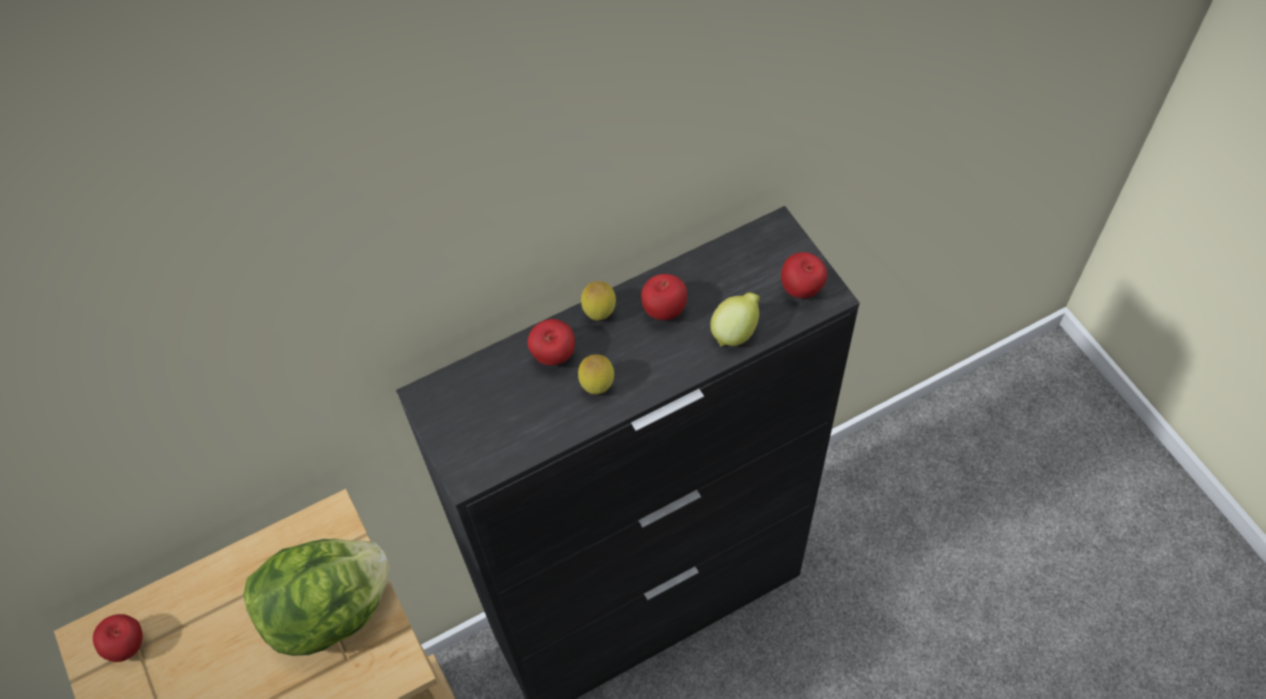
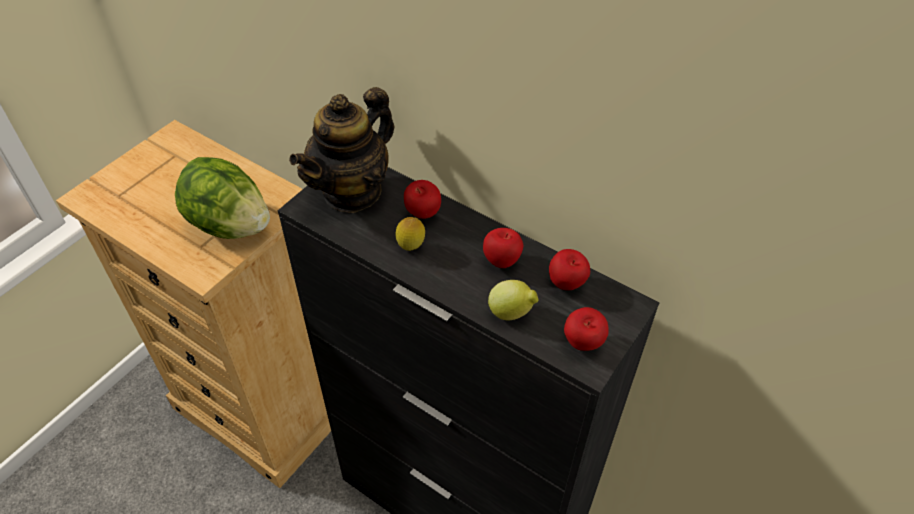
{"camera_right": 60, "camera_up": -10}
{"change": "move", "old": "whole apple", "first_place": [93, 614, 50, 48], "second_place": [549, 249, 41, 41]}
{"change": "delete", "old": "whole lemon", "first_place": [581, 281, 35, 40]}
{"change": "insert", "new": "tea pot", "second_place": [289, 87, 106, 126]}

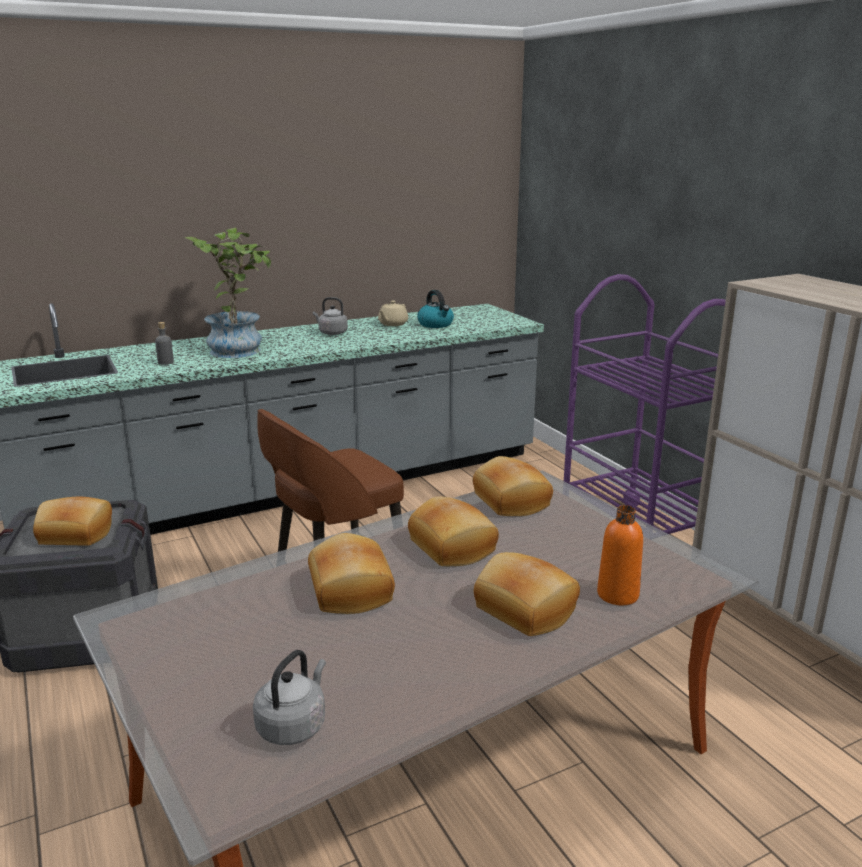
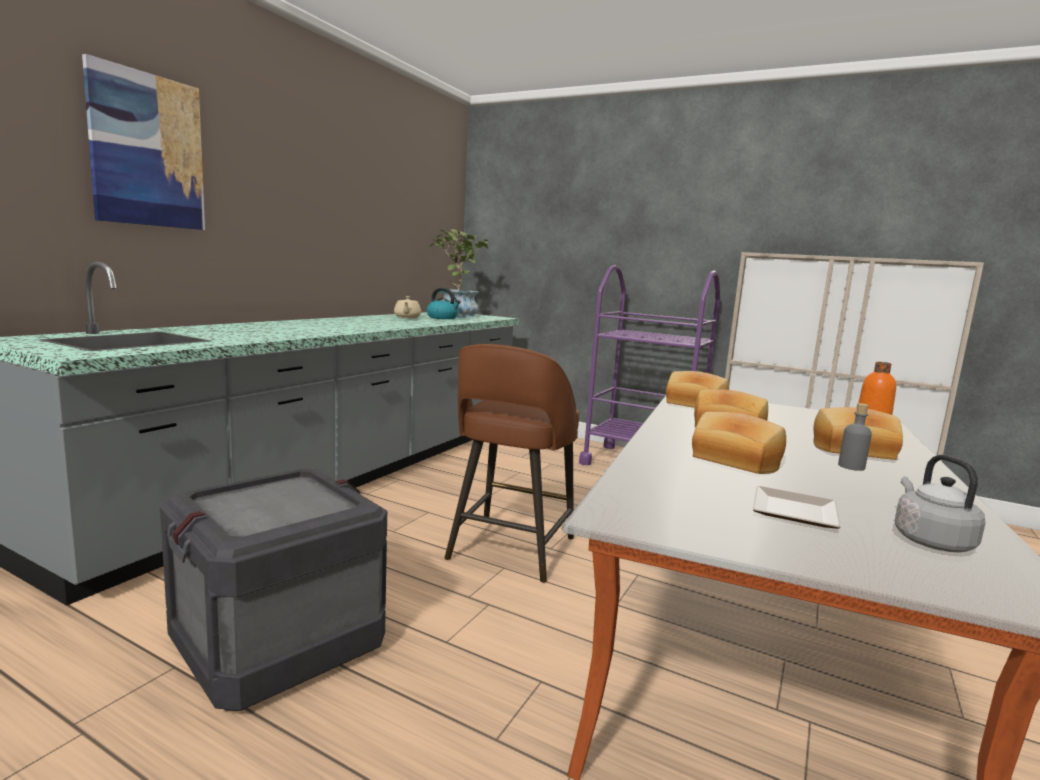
{"camera_right": -35, "camera_up": -10}
{"change": "delete", "old": "bakery bread", "first_place": [33, 496, 79, 50]}
{"change": "move", "old": "bottle (grey)", "first_place": [155, 322, 19, 43], "second_place": [838, 403, 34, 68]}
{"change": "move", "old": "plant in a pot", "first_place": [185, 227, 86, 131], "second_place": [429, 229, 60, 88]}
{"change": "delete", "old": "kettle (grey)", "first_place": [313, 297, 35, 38]}
{"change": "insert", "new": "picture", "second_place": [82, 54, 123, 176]}
{"change": "insert", "new": "flat dish", "second_place": [753, 486, 88, 43]}

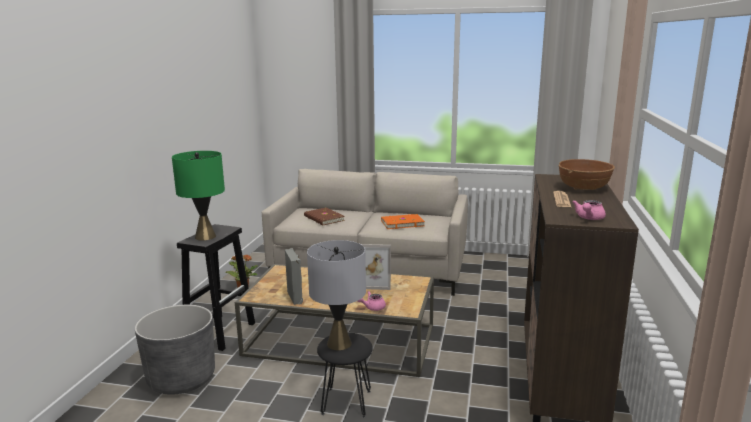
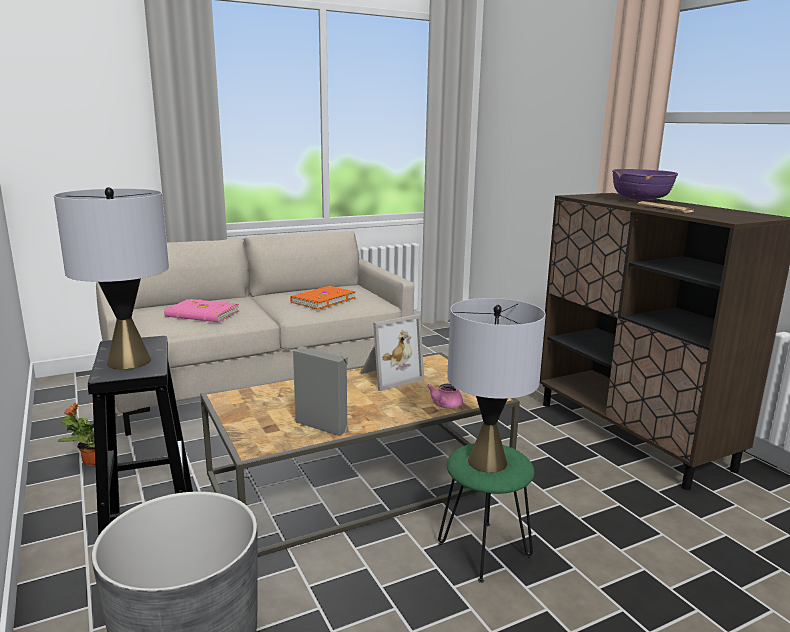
{"camera_right": -40, "camera_up": 0}
{"change": "recolor", "old": "table lamp (green)", "new": "table lamp (grey)", "first_place": [172, 151, 53, 89], "second_place": [54, 187, 115, 182]}
{"change": "recolor", "old": "volume (brown-coloured)", "new": "volume (pinkish)", "first_place": [304, 208, 41, 17], "second_place": [164, 299, 75, 23]}
{"change": "recolor", "old": "sitting stool (black-coloured)", "new": "sitting stool (green)", "first_place": [317, 332, 56, 86], "second_place": [438, 443, 96, 140]}
{"change": "recolor", "old": "bowl (brown-coloured)", "new": "bowl (purple-coloured)", "first_place": [559, 159, 56, 31], "second_place": [612, 169, 66, 33]}
{"change": "delete", "old": "tea pot (pinkish)", "first_place": [572, 200, 34, 20]}

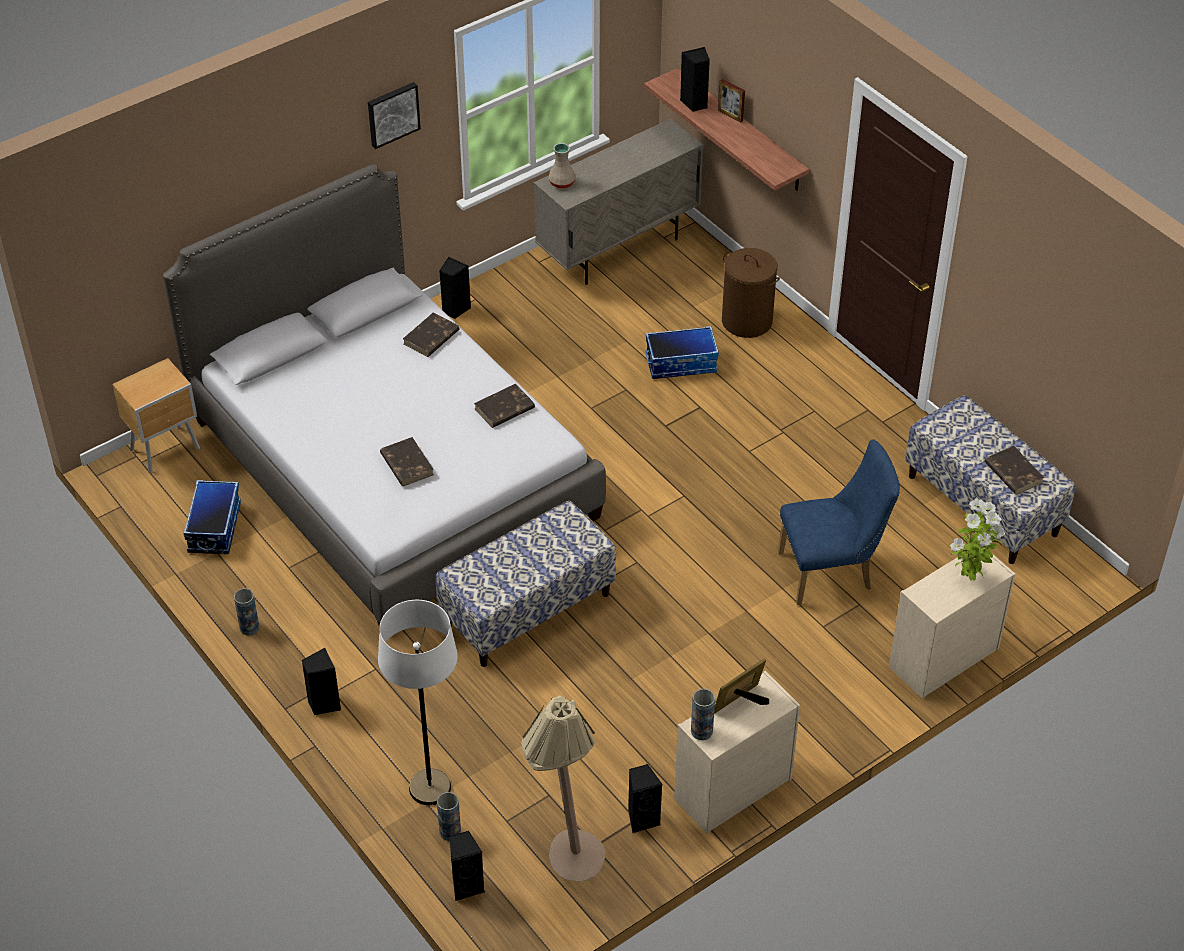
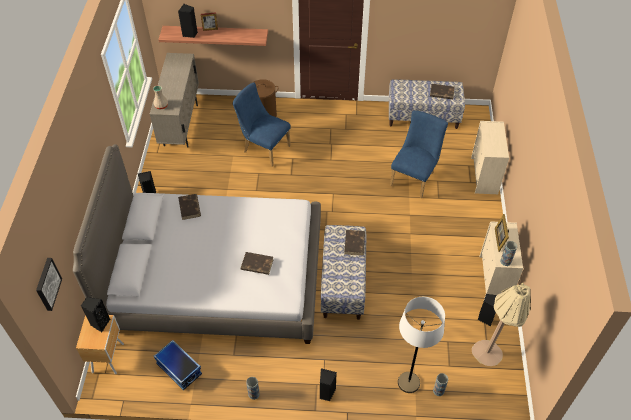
{"camera_right": -50, "camera_up": 5}
{"change": "move", "old": "picture", "first_place": [368, 82, 53, 67], "second_place": [36, 258, 26, 53]}
{"change": "move", "old": "loudspeaker (black-coloured)", "first_place": [449, 831, 36, 70], "second_place": [81, 297, 29, 35]}
{"change": "move", "old": "volume (brown-coloured)", "first_place": [474, 384, 61, 44], "second_place": [344, 230, 21, 26]}
{"change": "replace", "old": "storage box", "new": "upright chair (bluish)", "first_place": [646, 326, 73, 53], "second_place": [233, 82, 58, 85]}
{"change": "delete", "old": "plant in a pot", "first_place": [950, 498, 55, 83]}

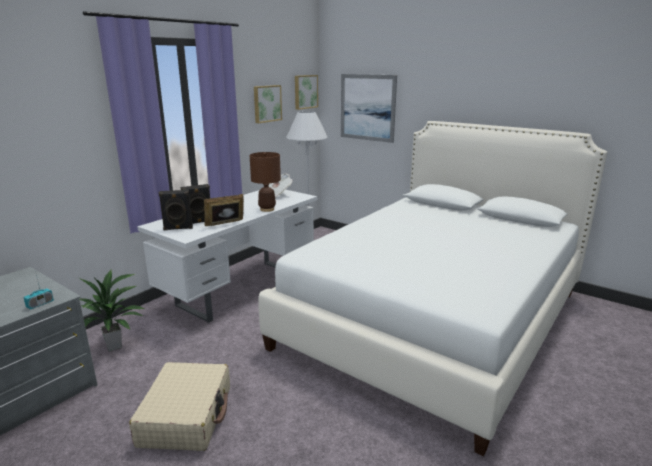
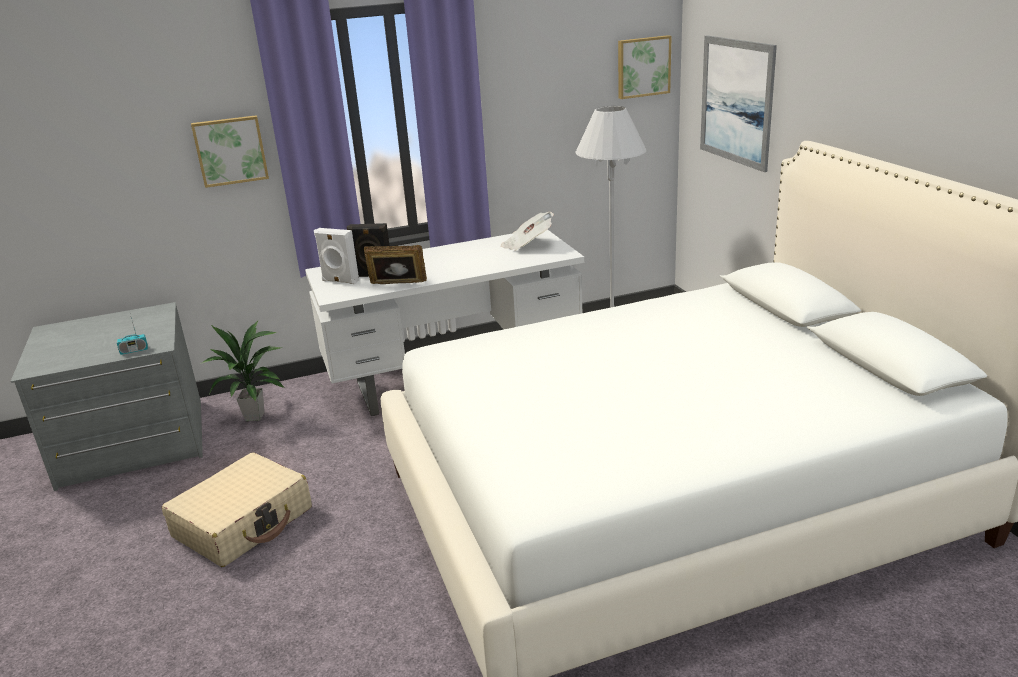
{"camera_right": 35, "camera_up": 5}
{"change": "recolor", "old": "loudspeaker (black-coloured)", "new": "loudspeaker (white)", "first_place": [159, 190, 34, 40], "second_place": [314, 228, 45, 56]}
{"change": "delete", "old": "table lamp (brown-coloured)", "first_place": [250, 152, 31, 60]}
{"change": "move", "old": "picture", "first_place": [254, 85, 28, 38], "second_place": [191, 115, 78, 73]}

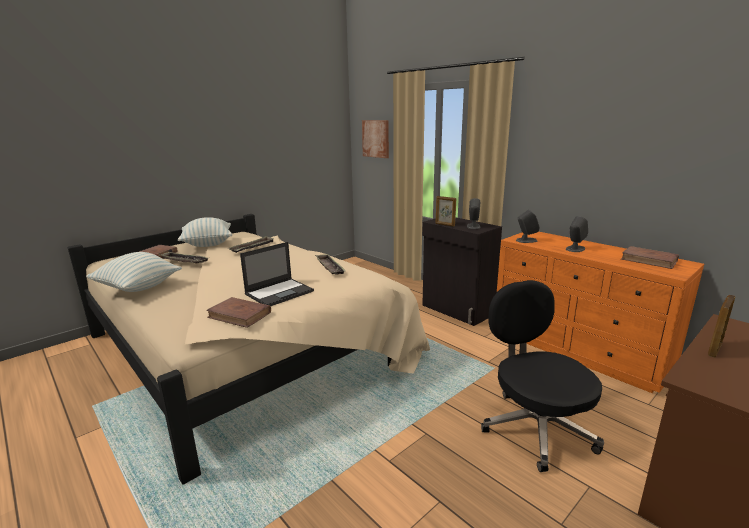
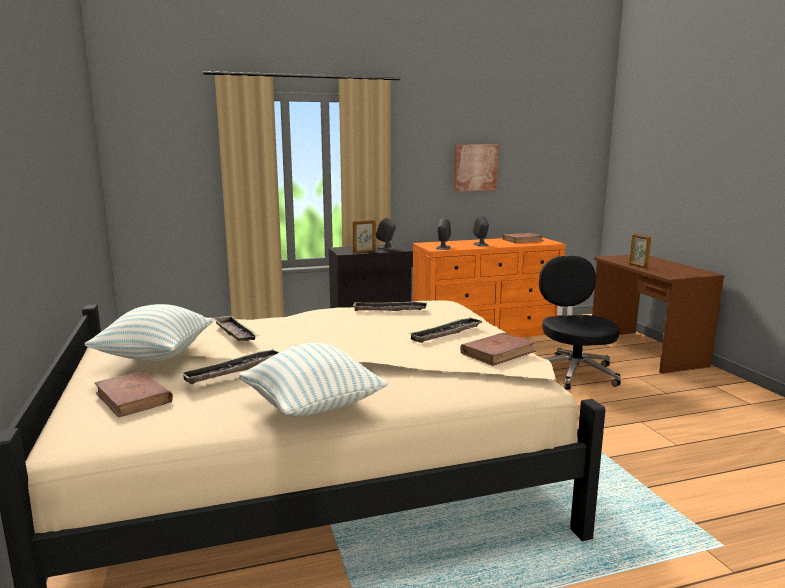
{"camera_right": -65, "camera_up": -5}
{"change": "replace", "old": "portable computer", "new": "serving tray", "first_place": [240, 242, 74, 64], "second_place": [408, 317, 76, 26]}
{"change": "move", "old": "picture", "first_place": [362, 120, 27, 38], "second_place": [454, 144, 45, 47]}
{"change": "rotate", "old": "desk chair (black-coloured)", "first_place": [481, 280, 123, 192], "second_place": [539, 256, 82, 134], "degrees": 75}

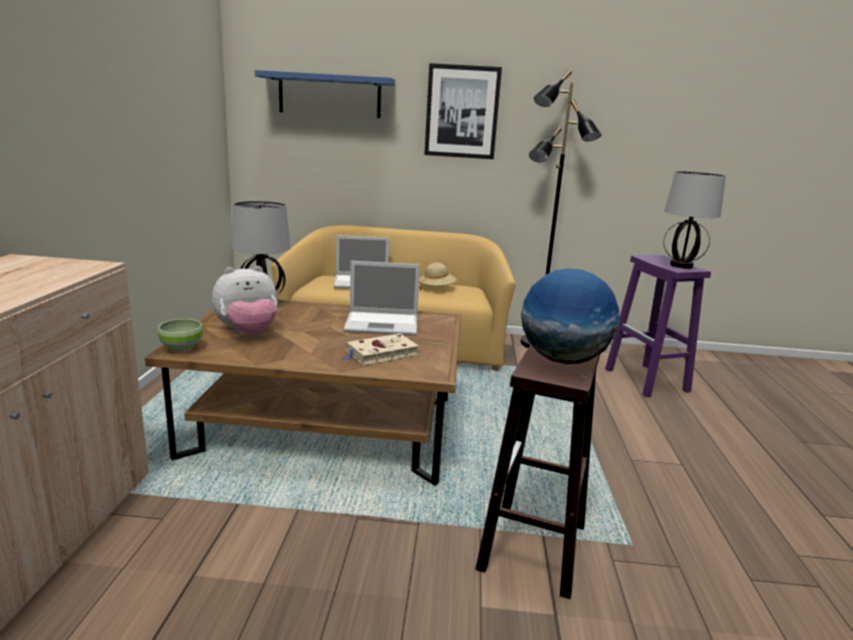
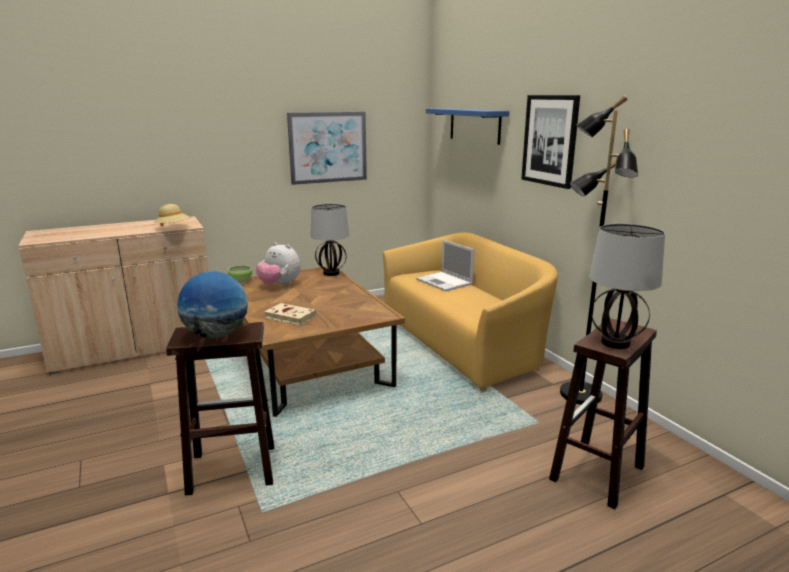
{"camera_right": 60, "camera_up": 0}
{"change": "delete", "old": "portable computer", "first_place": [343, 261, 77, 75]}
{"change": "move", "old": "wearable hat (beige-coloured)", "first_place": [419, 263, 38, 27], "second_place": [154, 204, 37, 22]}
{"change": "recolor", "old": "sitting stool (purple-coloured)", "new": "sitting stool (brown-coloured)", "first_place": [605, 255, 106, 142], "second_place": [549, 318, 108, 191]}
{"change": "insert", "new": "picture", "second_place": [287, 112, 80, 73]}

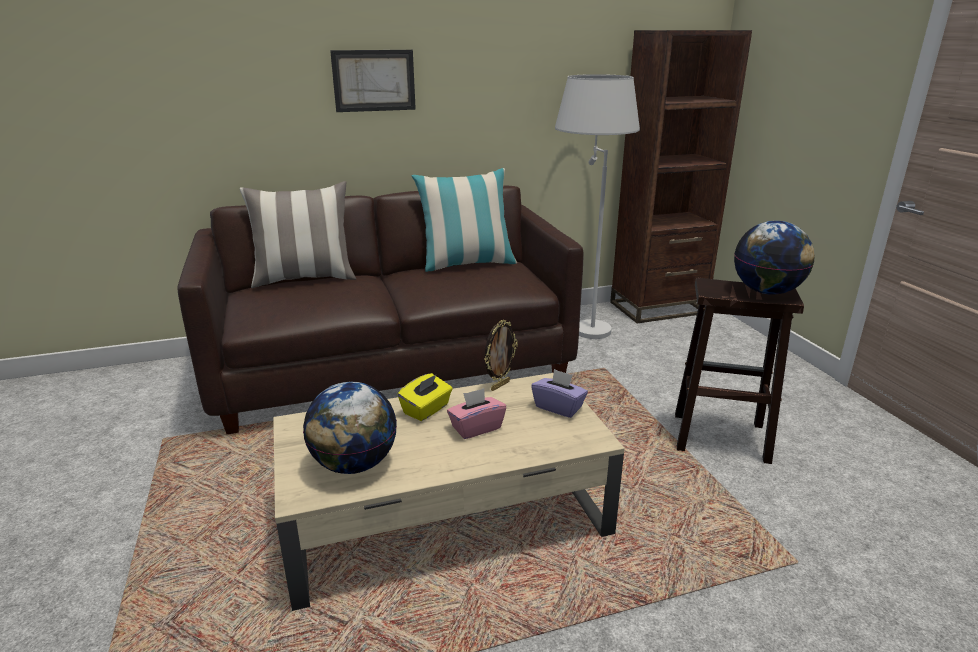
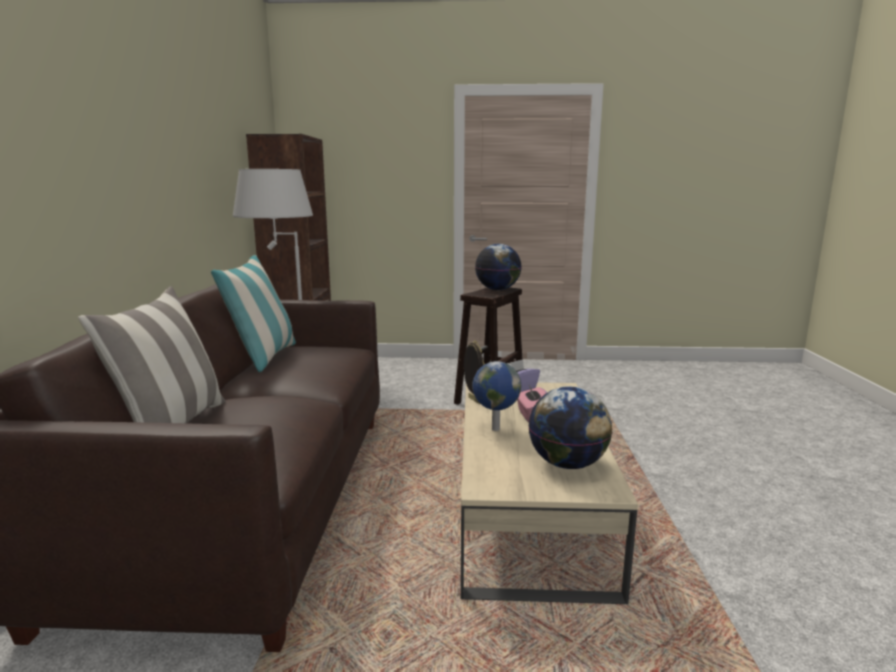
{"camera_right": -70, "camera_up": -10}
{"change": "delete", "old": "picture", "first_place": [330, 50, 86, 62]}
{"change": "replace", "old": "box of tissues (yellow-coloured)", "new": "desk globe", "first_place": [398, 373, 54, 48], "second_place": [472, 361, 49, 70]}

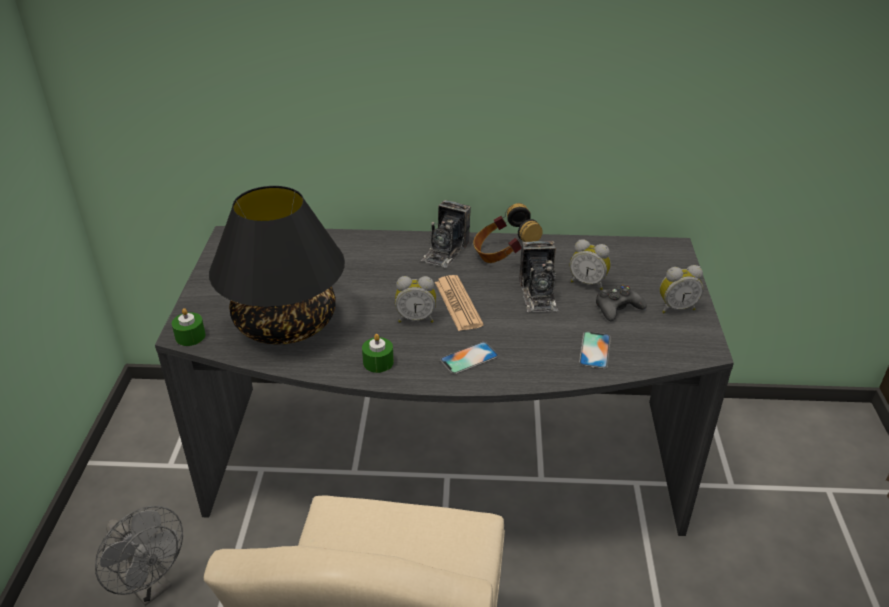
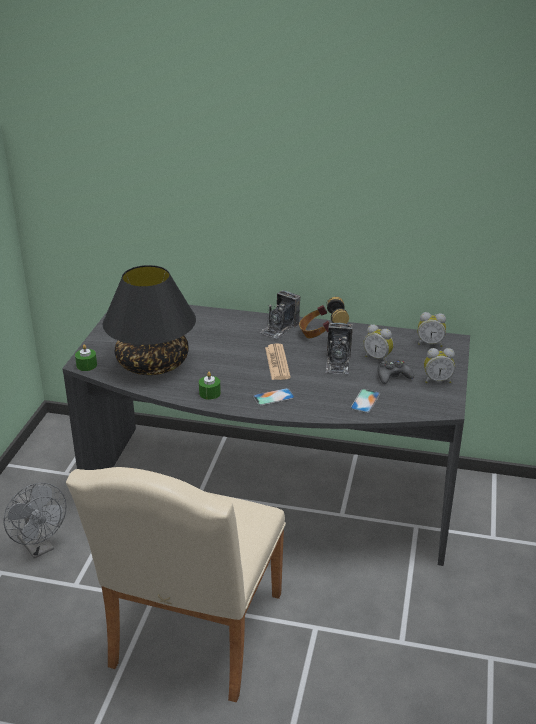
{"camera_right": 10, "camera_up": -5}
{"change": "move", "old": "alarm clock", "first_place": [395, 276, 41, 47], "second_place": [418, 312, 28, 35]}

